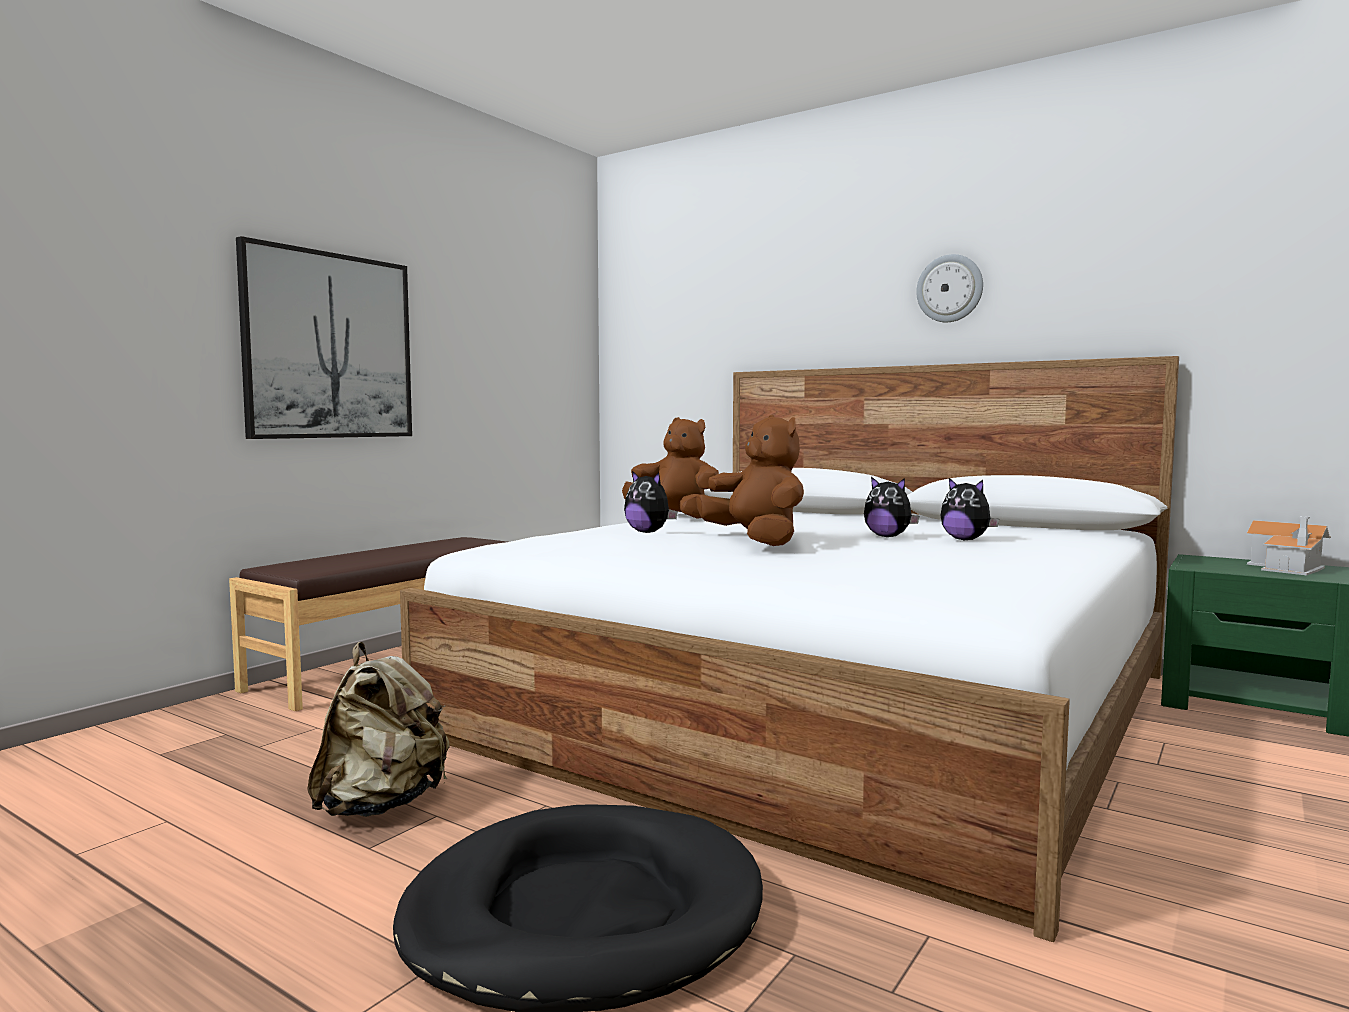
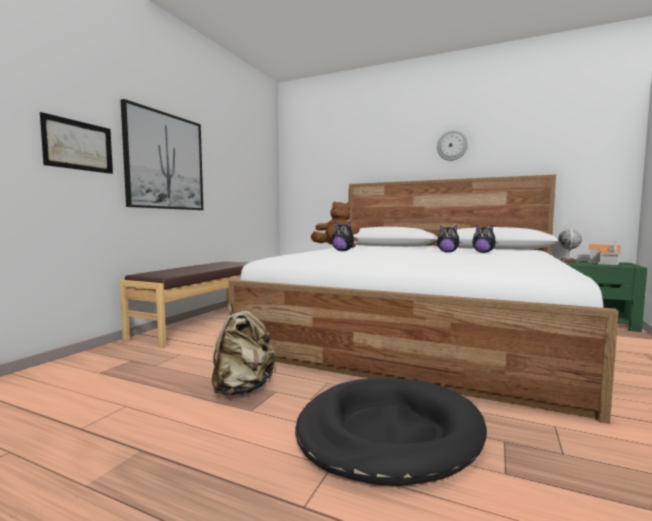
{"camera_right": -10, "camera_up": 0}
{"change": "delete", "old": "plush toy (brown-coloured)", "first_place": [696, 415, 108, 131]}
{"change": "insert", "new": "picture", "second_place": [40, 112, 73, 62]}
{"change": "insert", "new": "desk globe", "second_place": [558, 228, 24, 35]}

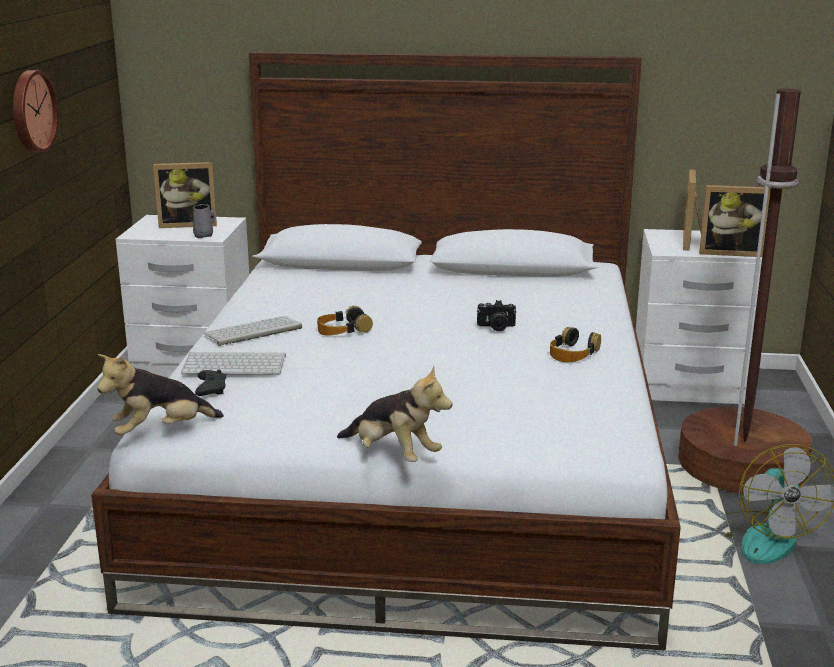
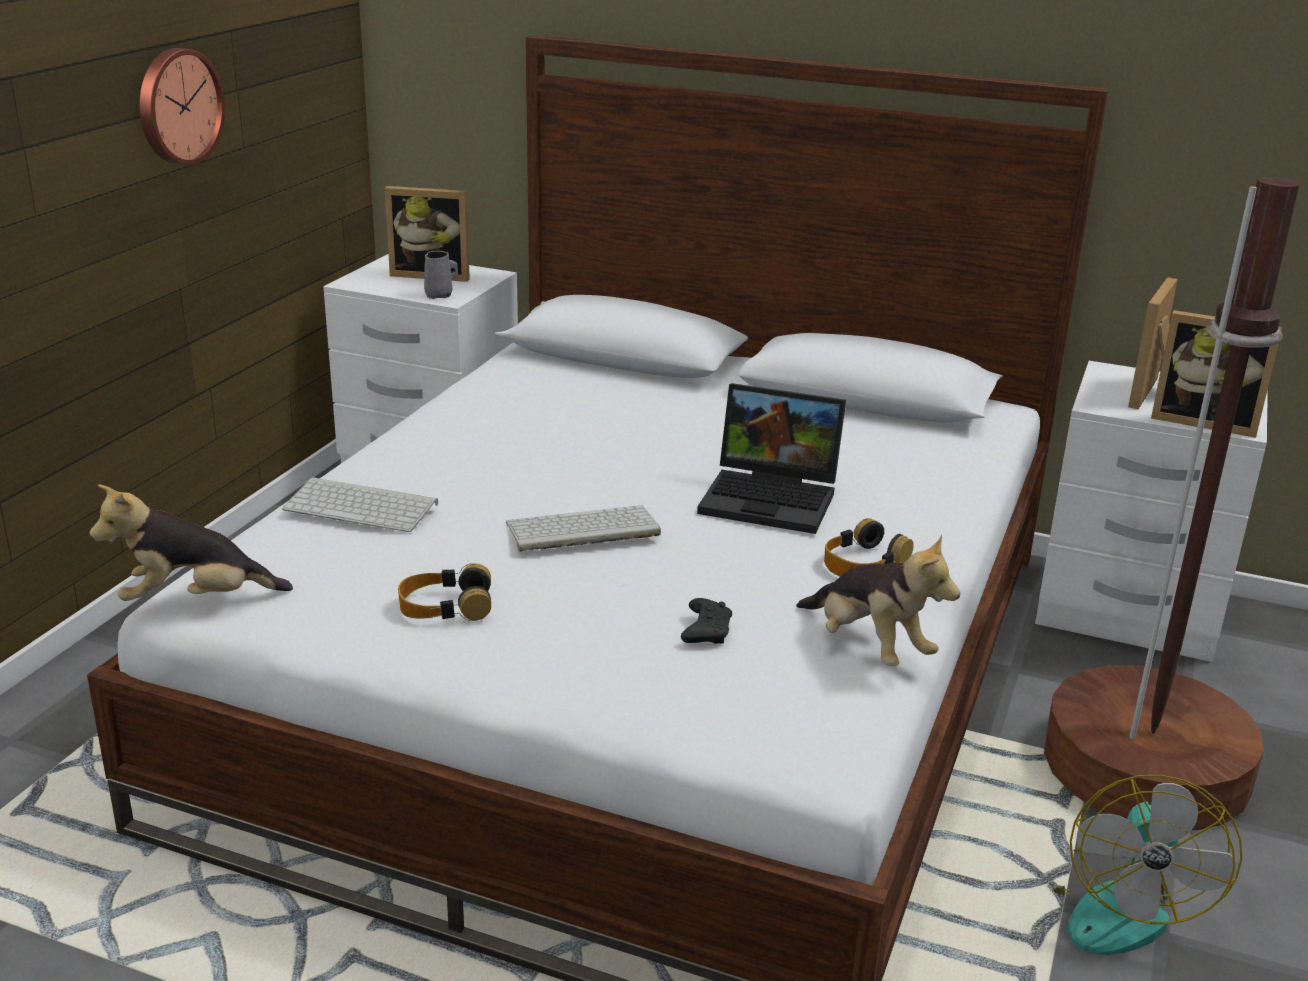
{"camera_right": 15, "camera_up": 5}
{"change": "move", "old": "joypad (black-coloured)", "first_place": [195, 369, 31, 27], "second_place": [681, 598, 51, 46]}
{"change": "move", "old": "computer keyboard", "first_place": [203, 316, 99, 30], "second_place": [506, 505, 155, 47]}
{"change": "move", "old": "headphones", "first_place": [317, 306, 56, 30], "second_place": [398, 563, 93, 58]}
{"change": "move", "old": "plush toy", "first_place": [337, 366, 115, 96], "second_place": [796, 534, 165, 132]}
{"change": "replace", "old": "still camera", "new": "portable computer", "first_place": [477, 300, 39, 32], "second_place": [697, 383, 149, 151]}

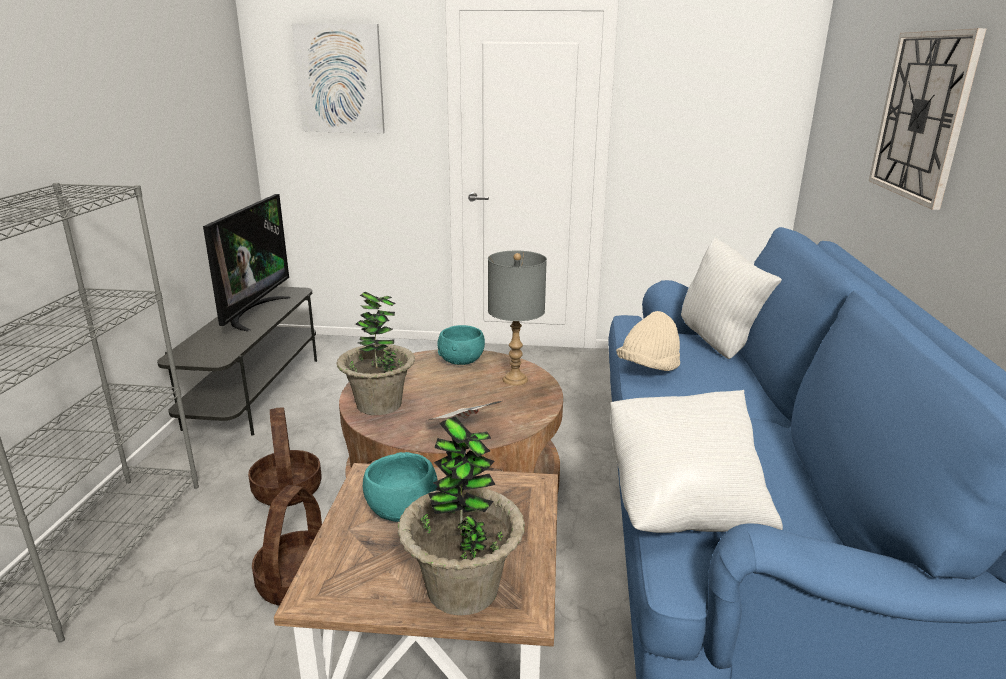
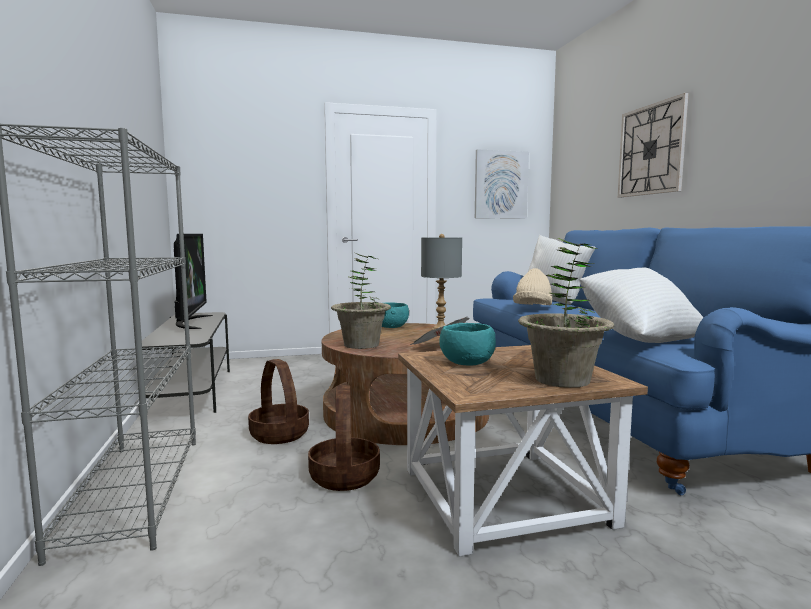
{"camera_right": -20, "camera_up": -15}
{"change": "move", "old": "picture", "first_place": [292, 23, 93, 110], "second_place": [475, 149, 54, 70]}

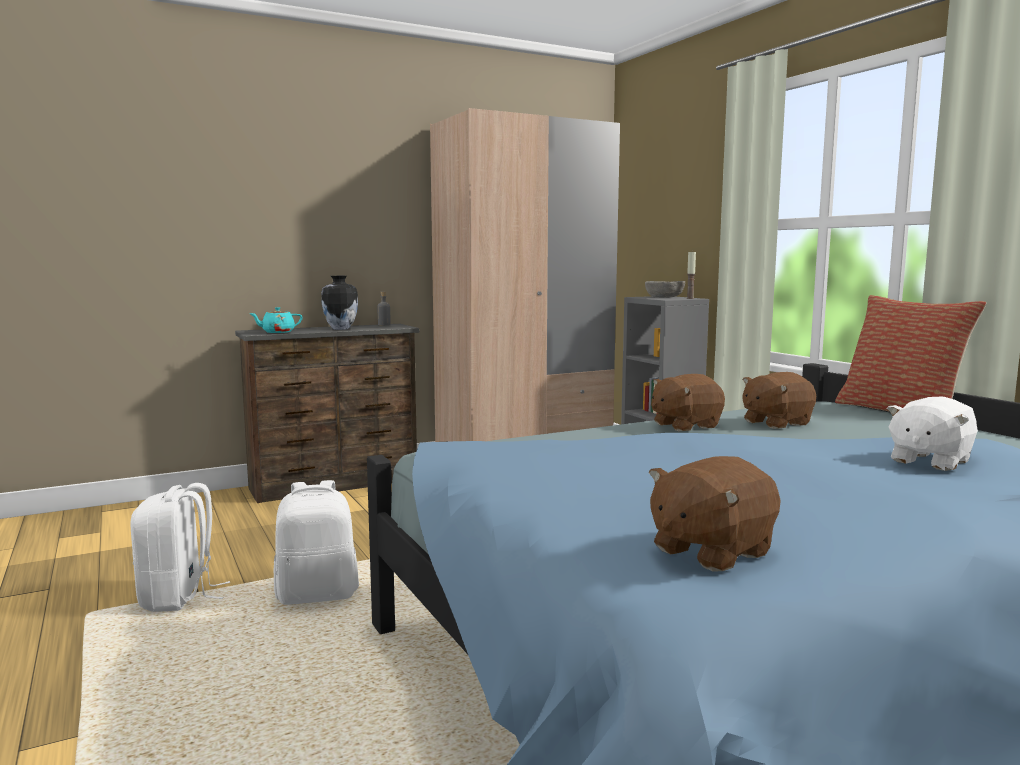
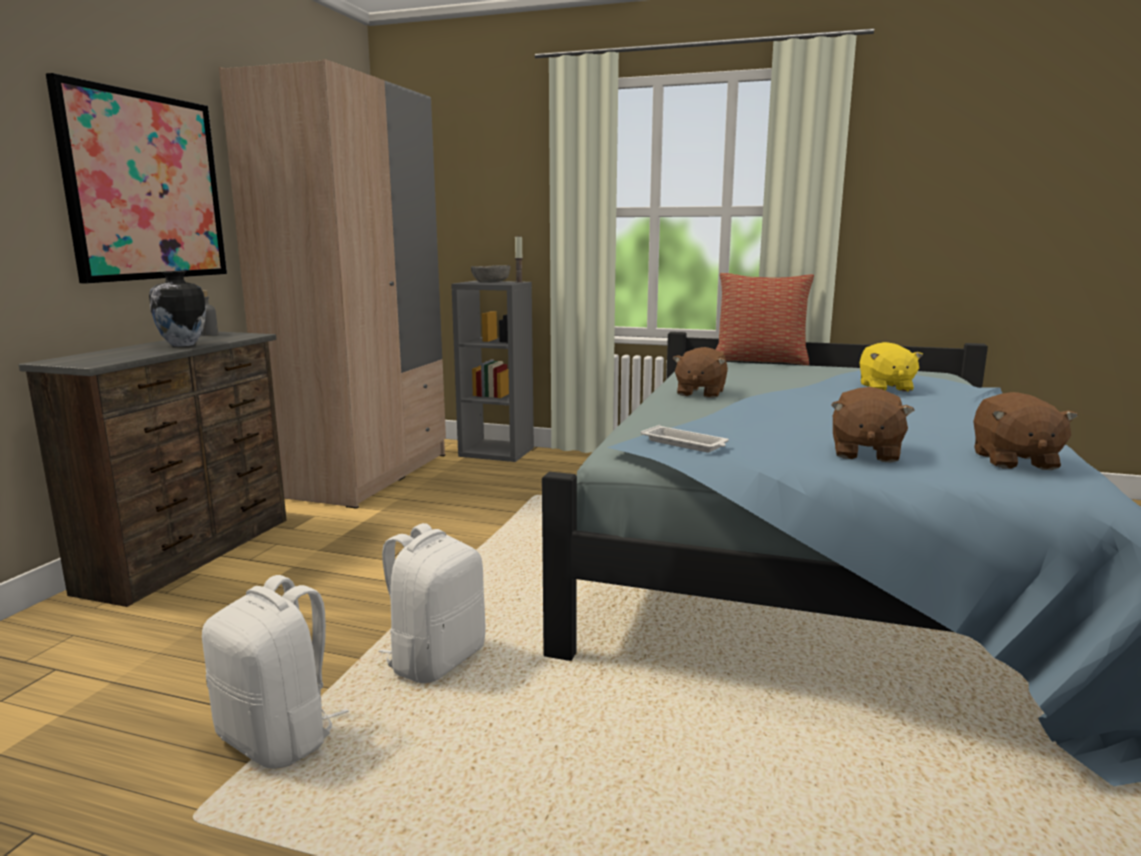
{"camera_right": -45, "camera_up": 5}
{"change": "delete", "old": "tea pot (turquoise)", "first_place": [249, 307, 54, 26]}
{"change": "move", "old": "plush toy (brown-coloured)", "first_place": [742, 372, 74, 57], "second_place": [831, 387, 84, 76]}
{"change": "recolor", "old": "plush toy (white)", "new": "plush toy (yellow-coloured)", "first_place": [887, 397, 91, 74], "second_place": [859, 342, 64, 50]}
{"change": "insert", "new": "picture", "second_place": [46, 73, 181, 210]}
{"change": "insert", "new": "serving tray (white)", "second_place": [641, 425, 88, 27]}

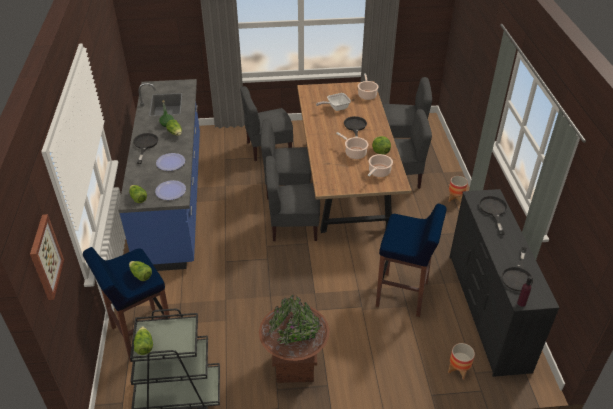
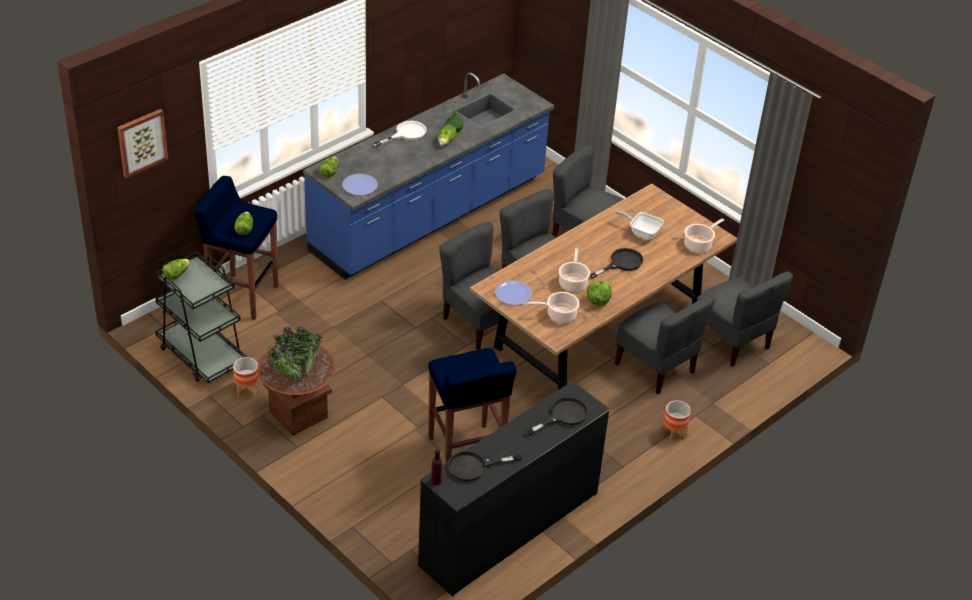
{"camera_right": 50, "camera_up": 0}
{"change": "recolor", "old": "pan (black-coloured)", "new": "pan (white)", "first_place": [133, 133, 25, 31], "second_place": [374, 121, 53, 26]}
{"change": "move", "old": "flat dish", "first_place": [156, 153, 29, 18], "second_place": [495, 280, 37, 25]}
{"change": "move", "old": "flower pot", "first_place": [448, 343, 27, 37], "second_place": [233, 357, 26, 40]}

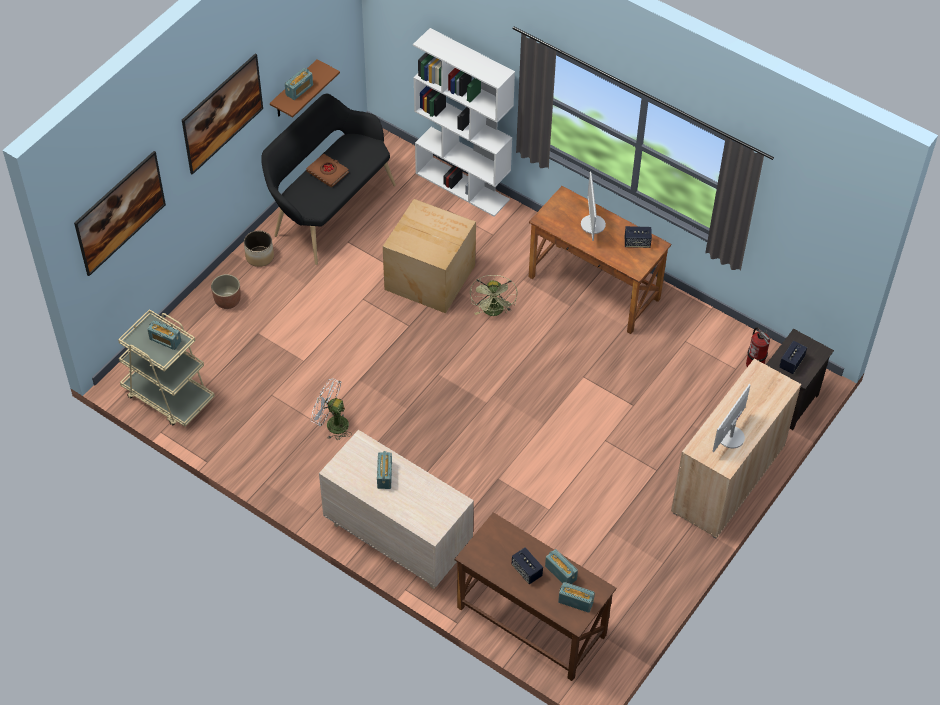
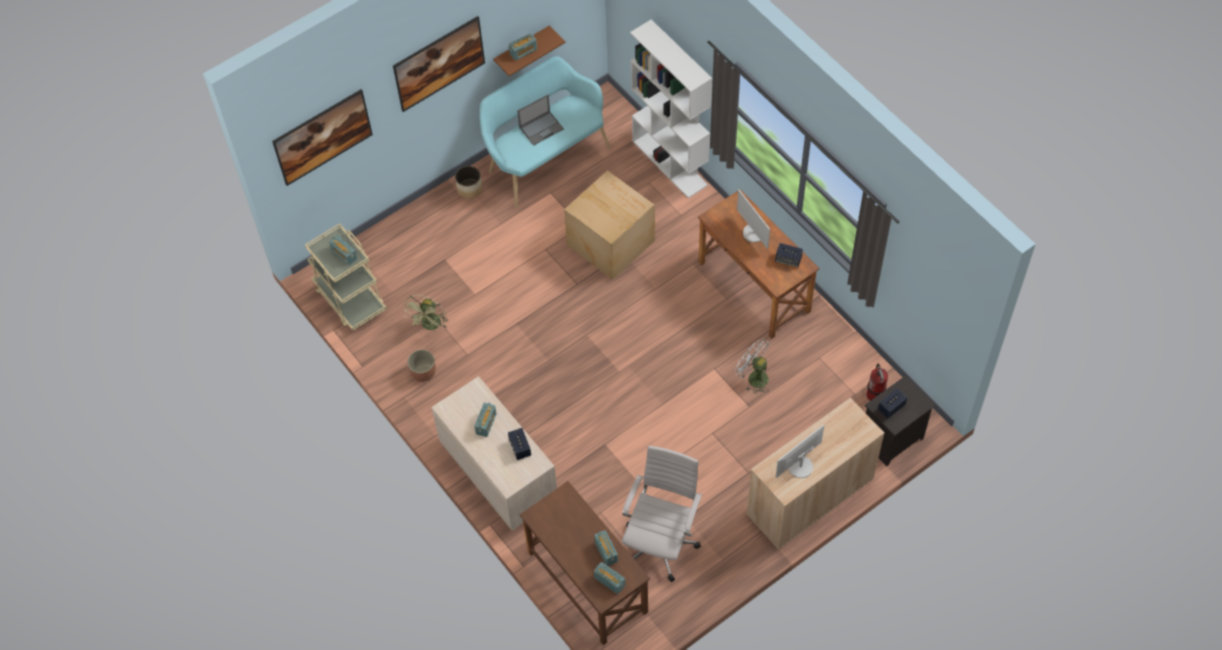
{"camera_right": 20, "camera_up": 5}
{"change": "move", "old": "flower pot", "first_place": [211, 274, 30, 35], "second_place": [407, 349, 29, 33]}
{"change": "recolor", "old": "bench (black-coloured)", "new": "bench (turquoise)", "first_place": [261, 94, 135, 171], "second_place": [479, 56, 132, 152]}
{"change": "replace", "old": "volume (brown-coloured)", "new": "portable computer", "first_place": [306, 154, 43, 34], "second_place": [517, 95, 47, 51]}
{"change": "move", "old": "cooling fan (white)", "first_place": [311, 378, 41, 63], "second_place": [734, 338, 36, 56]}
{"change": "move", "old": "cooling fan (green)", "first_place": [470, 275, 48, 41], "second_place": [403, 295, 45, 36]}
{"change": "move", "old": "loudspeaker", "first_place": [511, 547, 32, 37], "second_place": [508, 428, 23, 32]}
{"change": "rotate", "old": "monitor", "first_place": [581, 171, 25, 70], "second_place": [737, 190, 33, 59], "degrees": -45}
{"change": "insert", "new": "desk chair (white)", "second_place": [622, 446, 80, 136]}

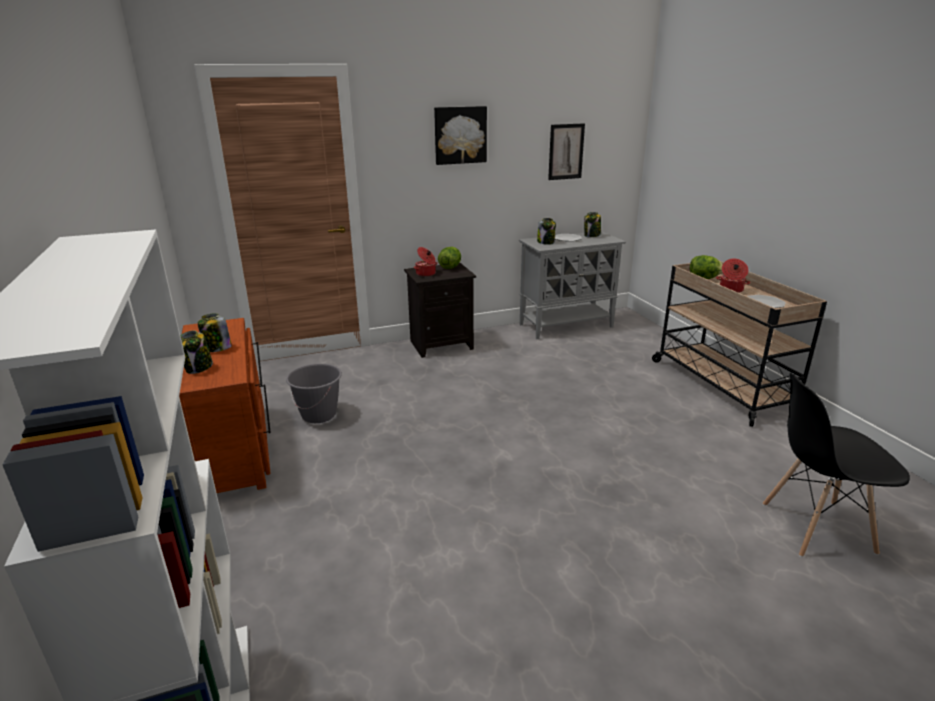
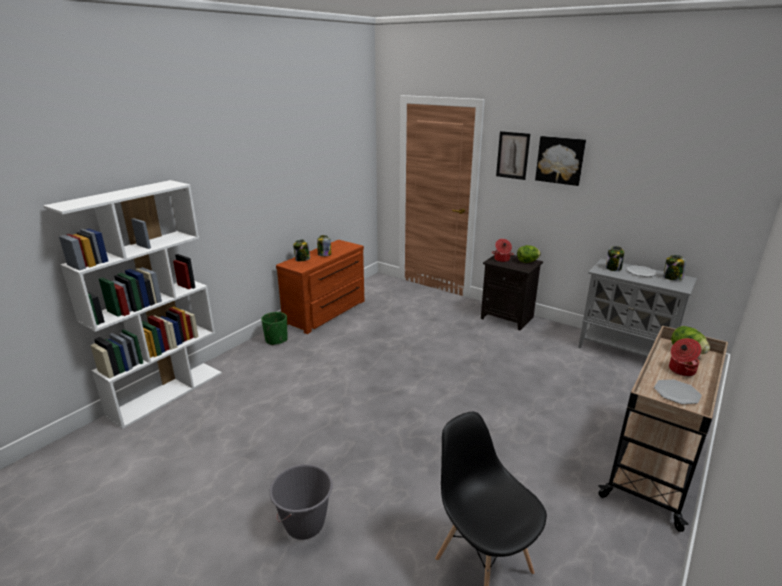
{"camera_right": 55, "camera_up": 0}
{"change": "move", "old": "bucket (grey)", "first_place": [286, 364, 56, 59], "second_place": [269, 464, 64, 76]}
{"change": "move", "old": "picture", "first_place": [548, 123, 37, 57], "second_place": [496, 131, 34, 49]}
{"change": "insert", "new": "flower pot (green)", "second_place": [261, 312, 27, 33]}

